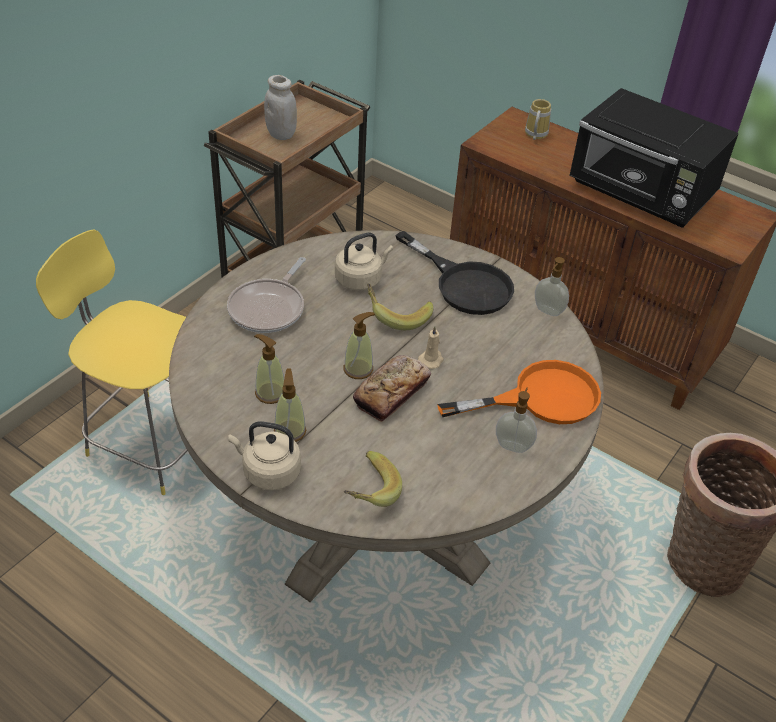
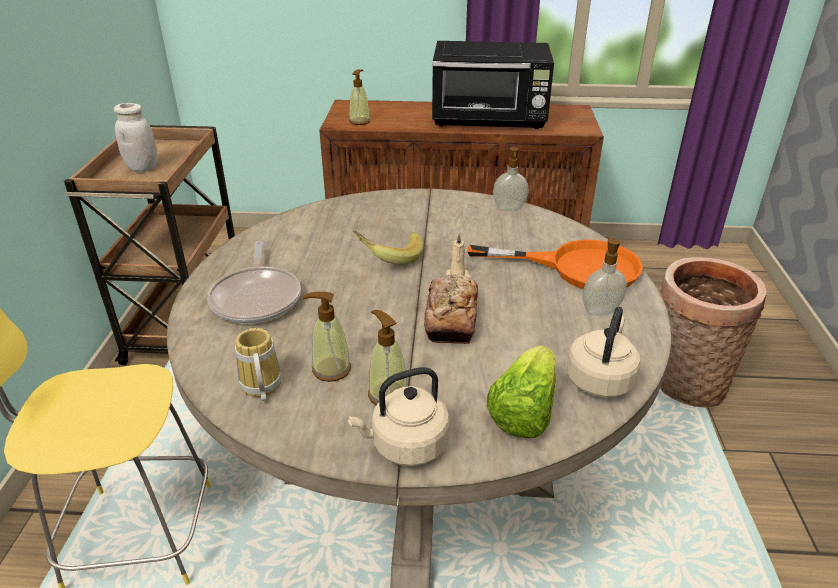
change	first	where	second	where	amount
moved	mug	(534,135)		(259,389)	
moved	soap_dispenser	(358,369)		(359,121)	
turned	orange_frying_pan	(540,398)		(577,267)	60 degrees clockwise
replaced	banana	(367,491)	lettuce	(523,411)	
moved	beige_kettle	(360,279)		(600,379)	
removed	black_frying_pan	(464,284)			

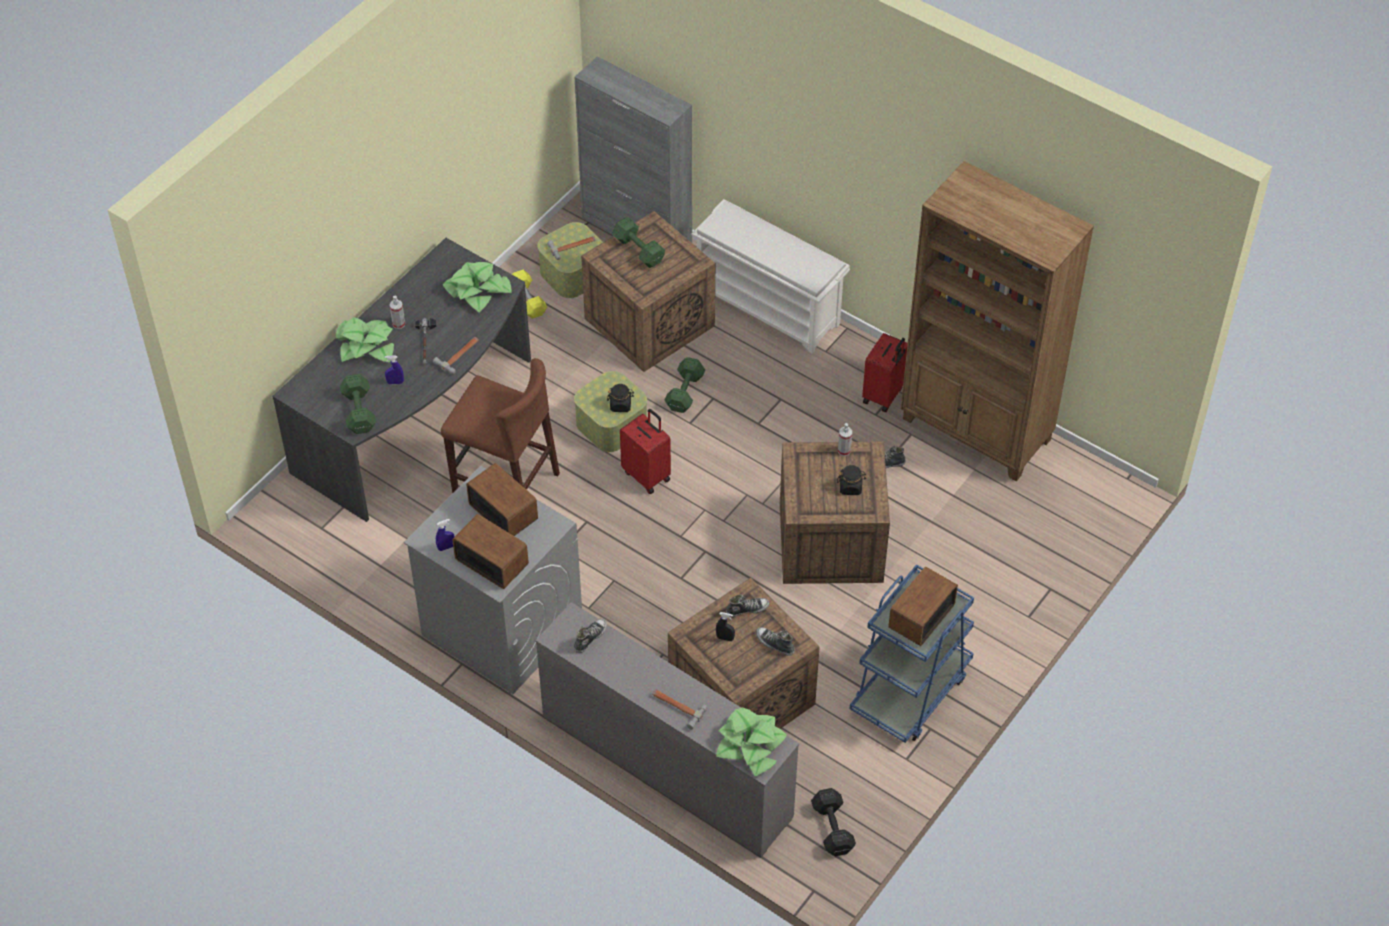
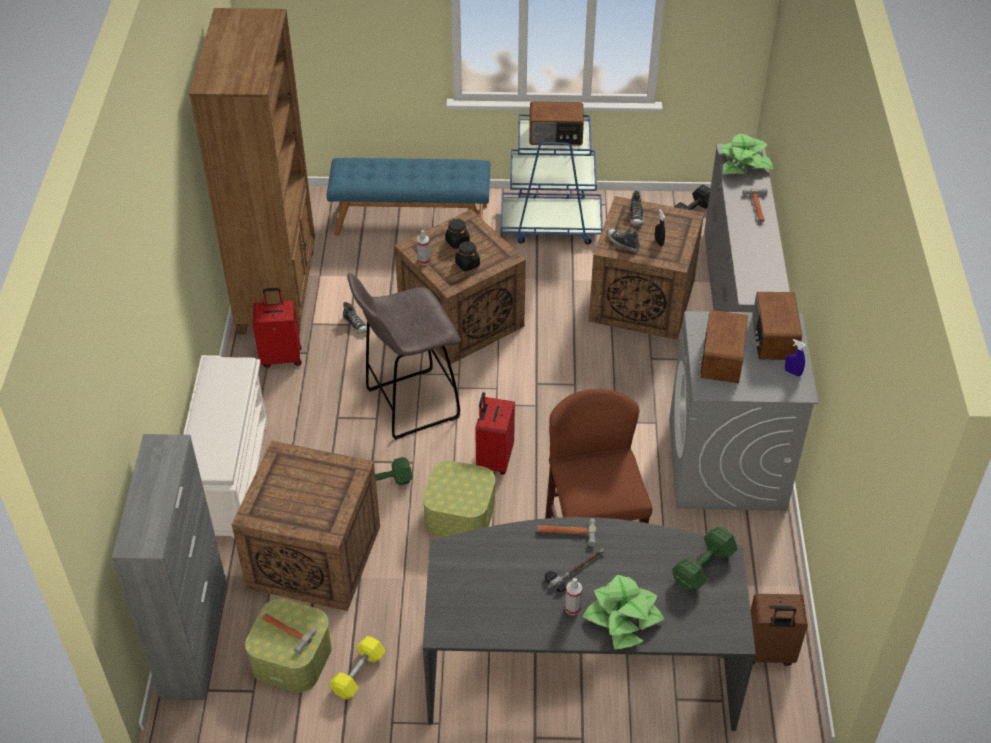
change	first	where	second	where	amount
added			blue_bench	(412,219)	
added			grey_stool	(409,404)	
moved	black_jar	(620,405)		(467,264)	
added			brown_suitcase	(768,653)	
removed	blue_spray_bottle	(395,382)			
removed	potted_plant	(478,291)			
removed	shoe	(590,637)			
removed	green_dumbbell	(638,249)			

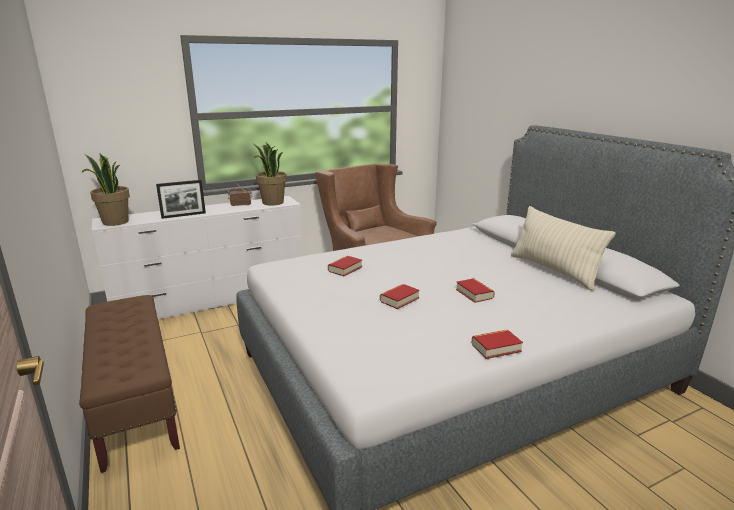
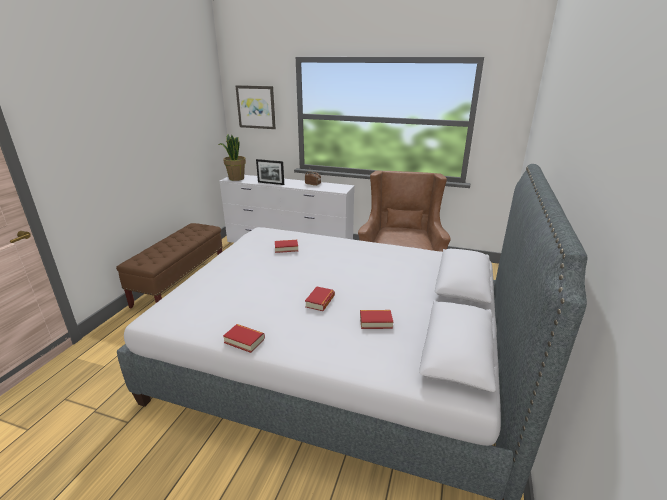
change	first	where	second	where	amount
added			picture	(256,107)	
moved	book	(399,299)		(375,322)	
removed	potted_plant	(272,202)			
removed	beige_pillow	(553,270)			

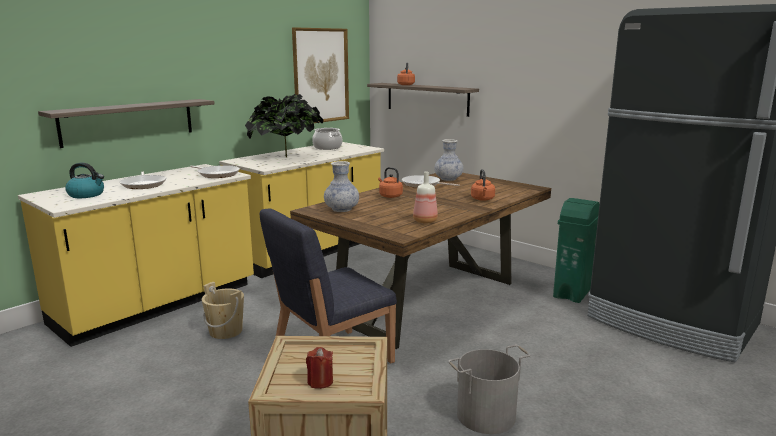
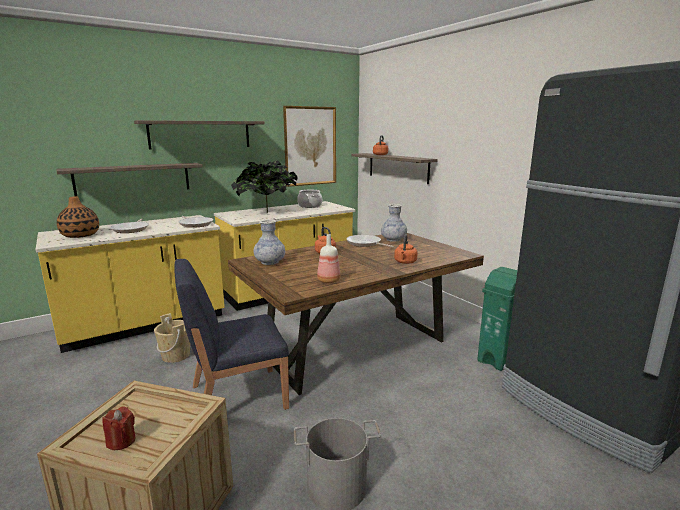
change	first	where	second	where	amount
replaced	kettle	(87,195)	vase	(80,235)	
added			shelf	(200,134)	

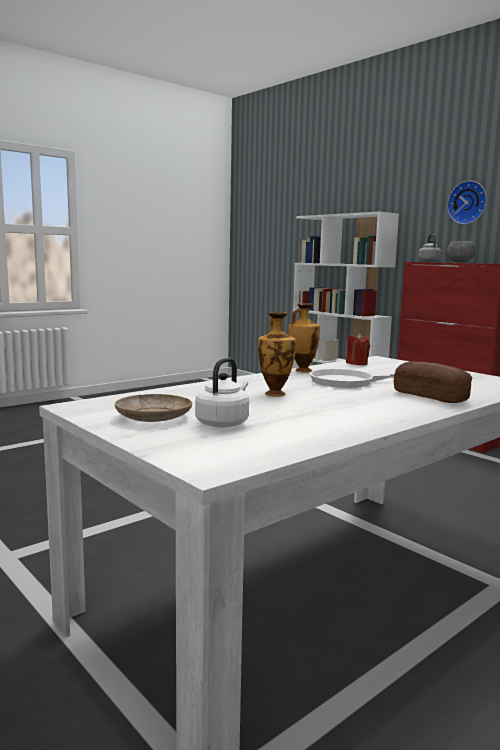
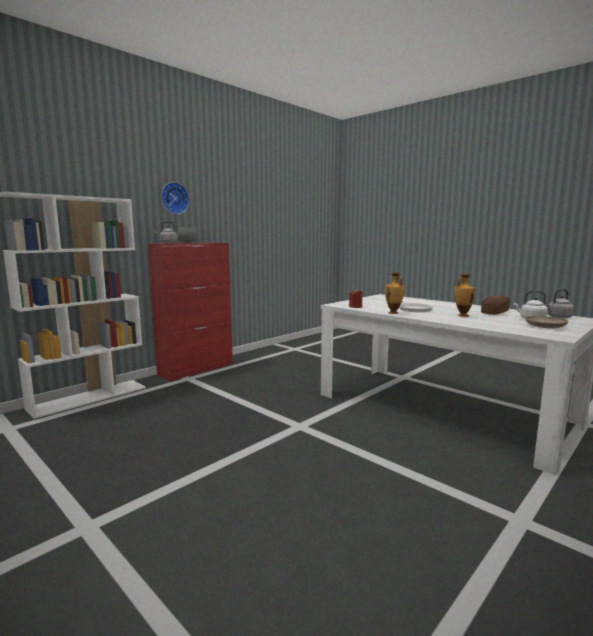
change	first	where	second	where	amount
moved	bread	(430,396)		(495,312)	
added			grey_kettle	(558,317)	

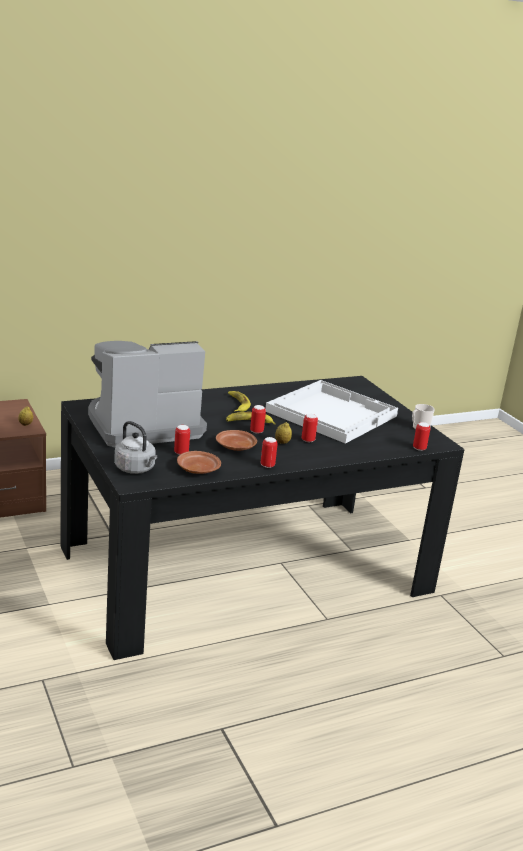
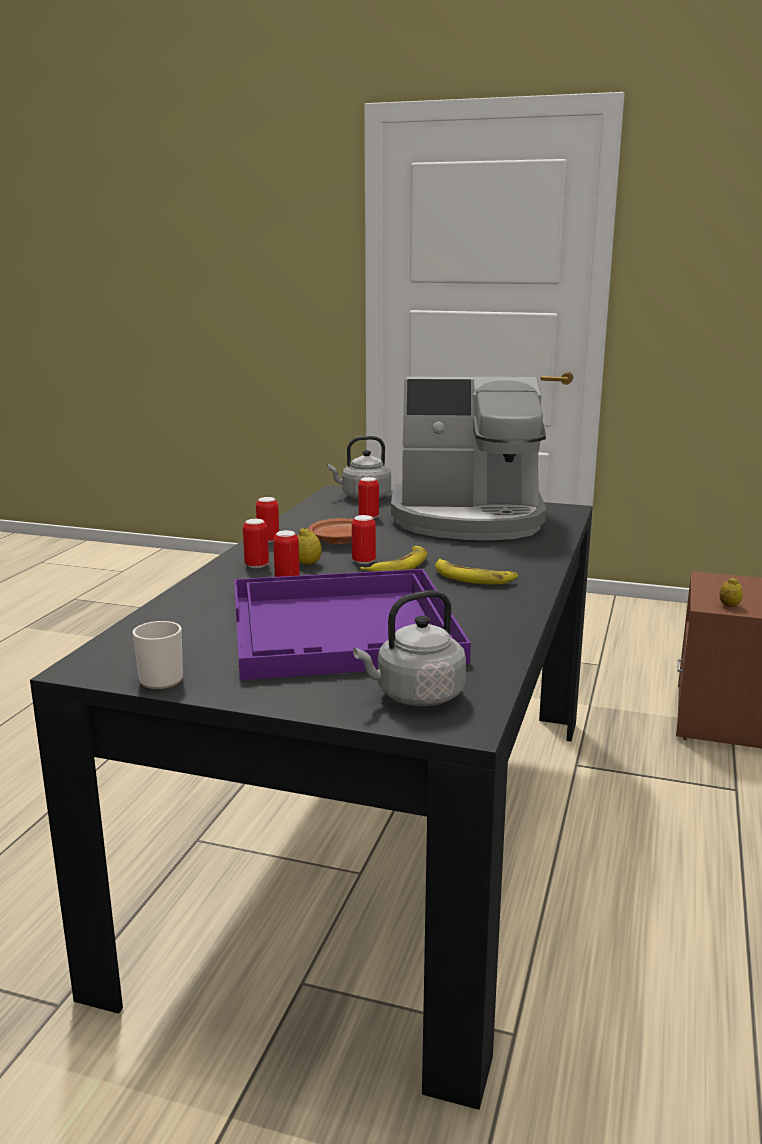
change	first	where	second	where	amount
recoloured	white_tray	(331,413)	purple_tray	(345,628)	
moved	can	(419,448)		(256,565)	
added			grey_kettle	(415,696)	
turned	coffee_machine	(142,425)		(468,519)	75 degrees clockwise
removed	brown_plate	(197,469)			

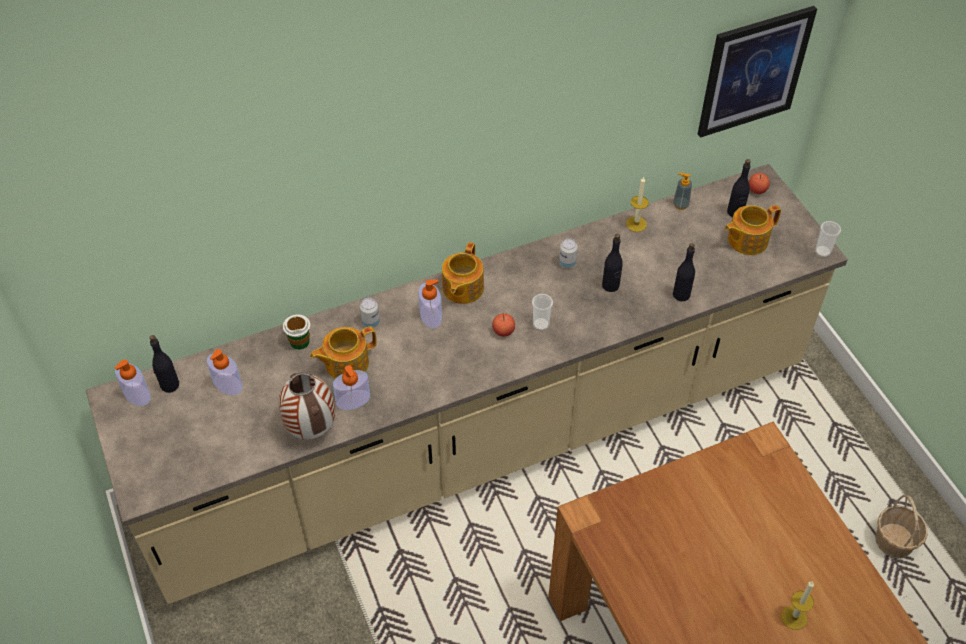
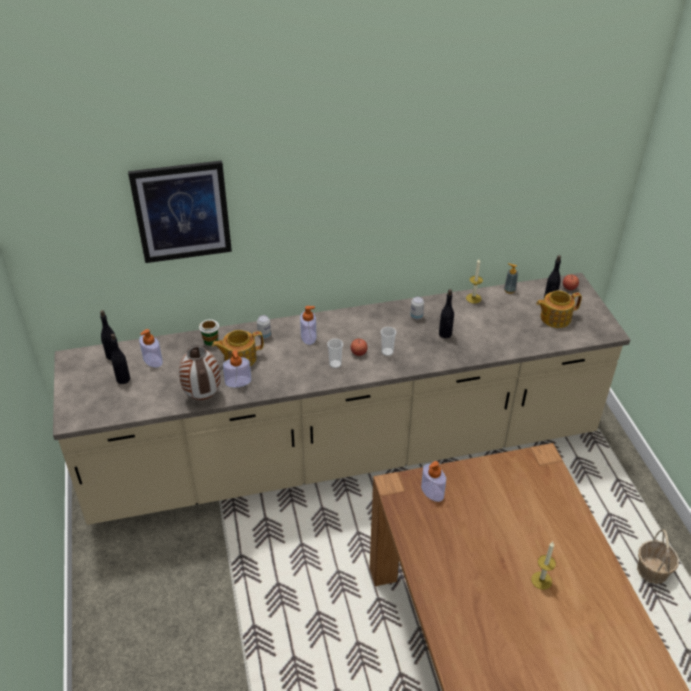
change	first	where	second	where	amount
moved	black_bottle	(681,294)		(123,379)	
moved	picture	(753,71)		(182,212)	
moved	cup	(822,251)		(335,364)	
moved	soap_dispenser	(137,394)		(432,491)	
removed	teapot	(462,288)			

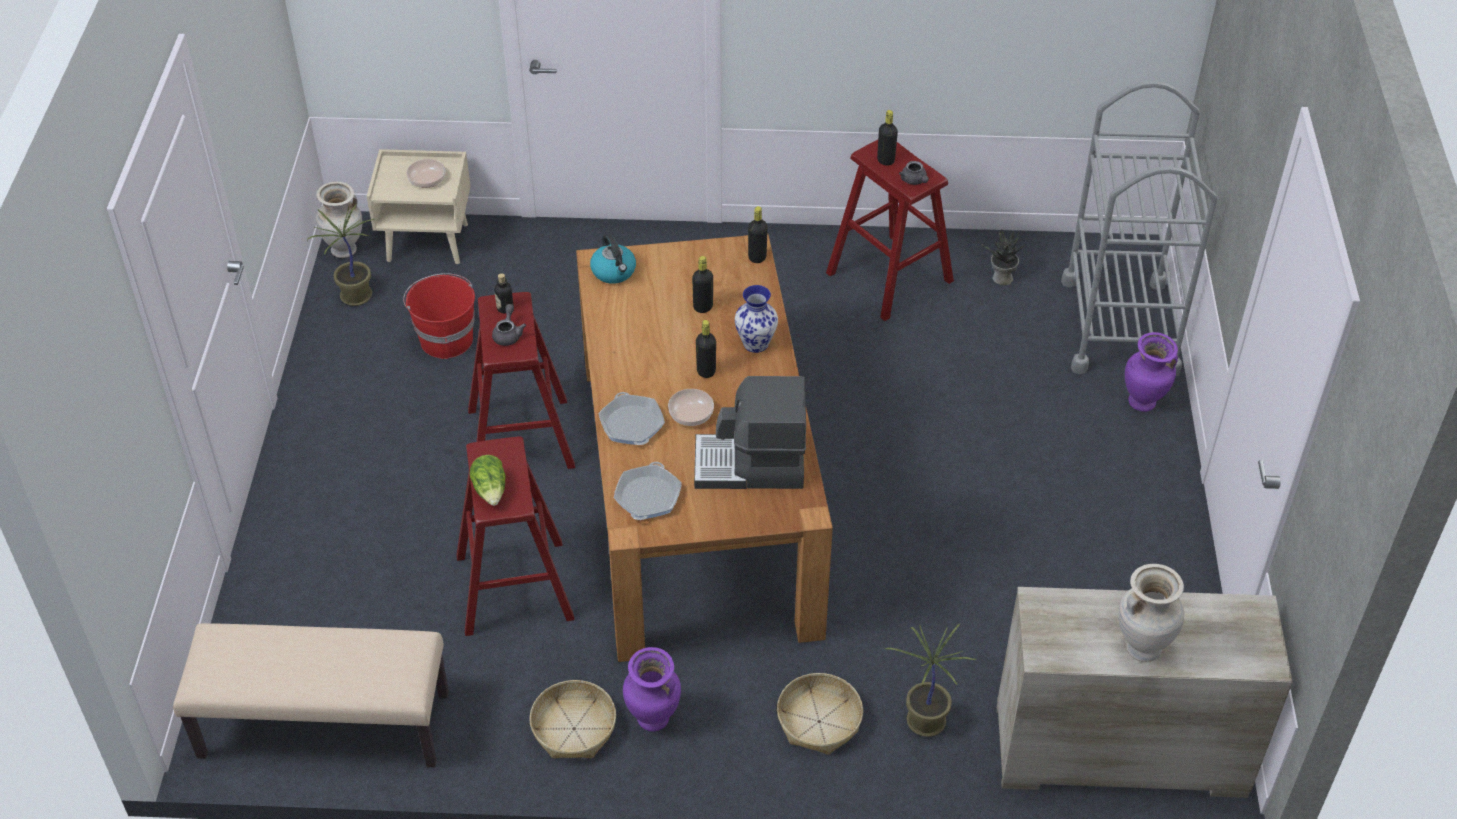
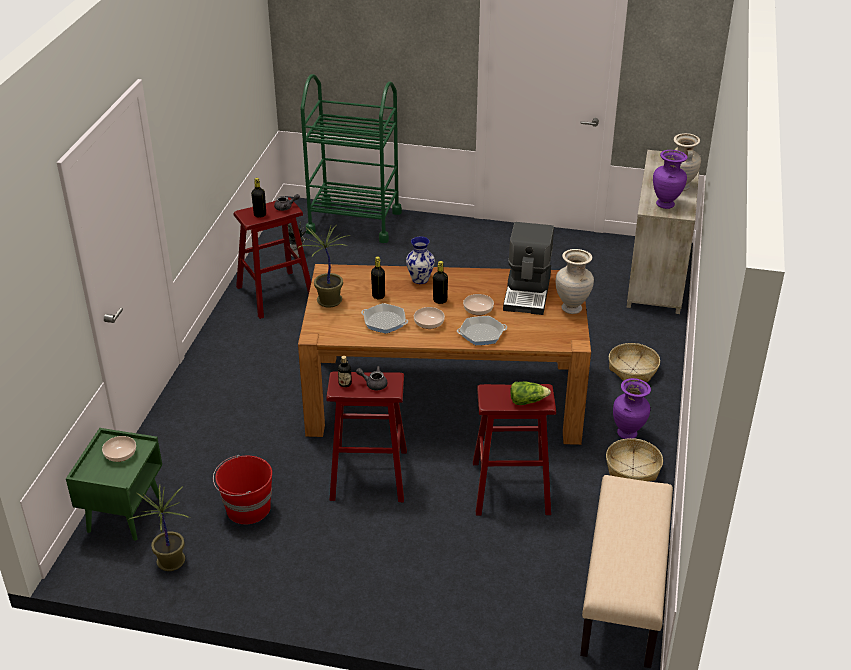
change	first	where	second	where	amount
recoloured	beige_nightstand	(428,242)	green_nightstand	(124,513)	
moved	potted_plant	(924,721)		(328,302)	
recoloured	grey_cart	(1119,326)	green_cart	(354,222)	
moved	frying_pan	(648,497)		(384,322)	
added			bowl	(429,323)	
moved	beige_vase	(345,251)		(572,308)	
moved	purple_vase	(1142,403)		(666,204)	
removed	kettle	(614,272)			
removed	black_bottle	(757,257)			

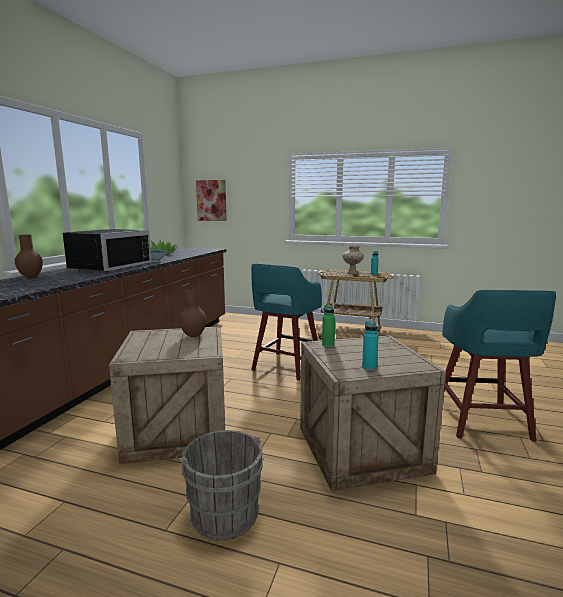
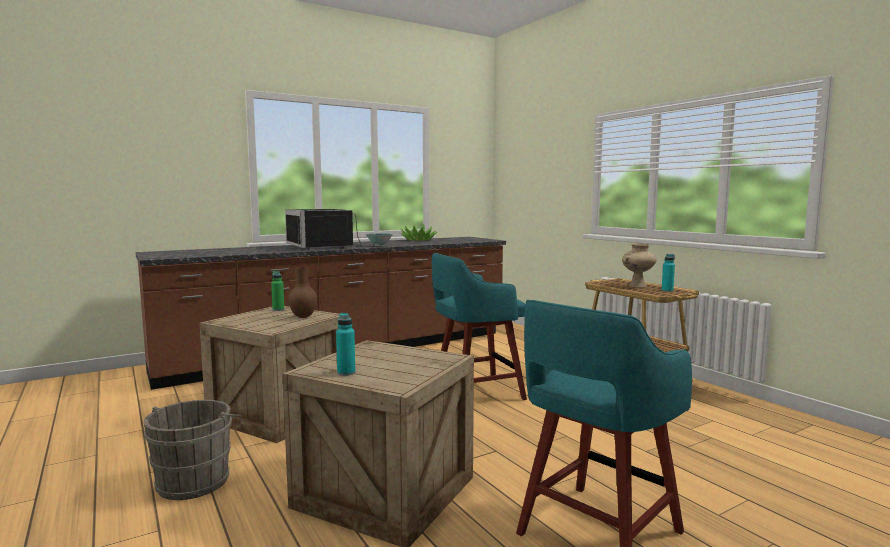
change	first	where	second	where	amount
moved	green_bottle	(328,345)		(278,310)	
turned	black_microwave	(107,267)		(324,246)	90 degrees clockwise
removed	brown_vase	(31,277)			
removed	picture	(211,200)			

